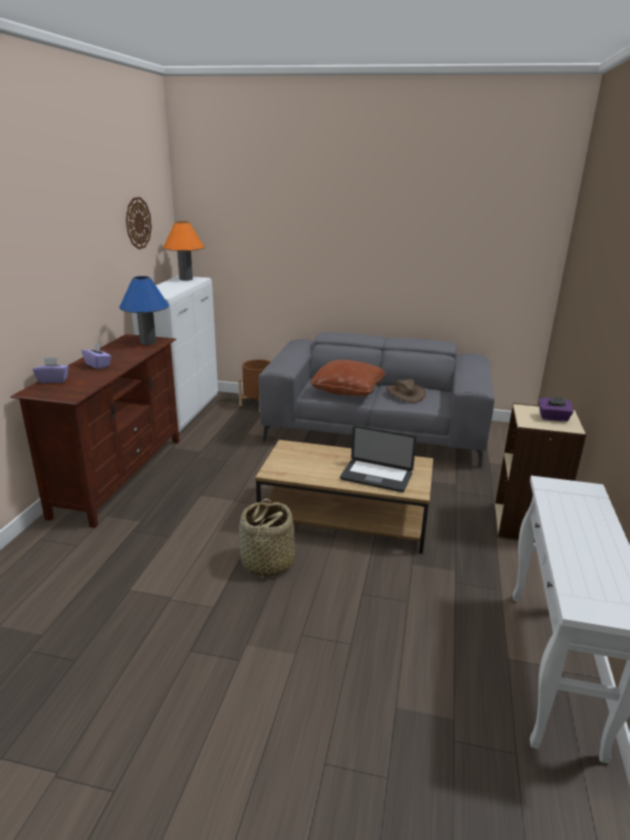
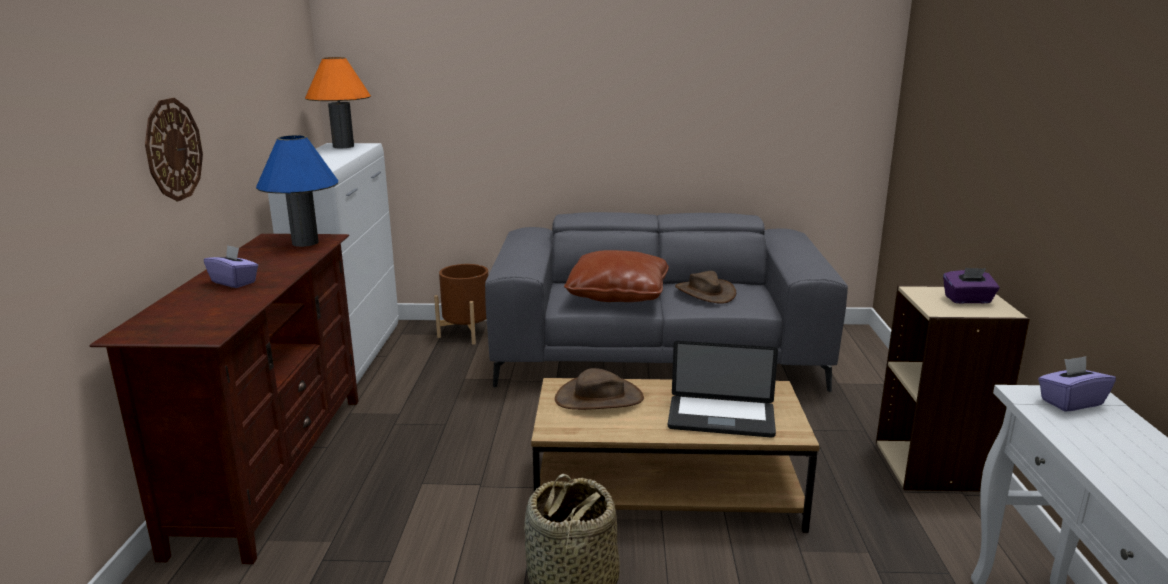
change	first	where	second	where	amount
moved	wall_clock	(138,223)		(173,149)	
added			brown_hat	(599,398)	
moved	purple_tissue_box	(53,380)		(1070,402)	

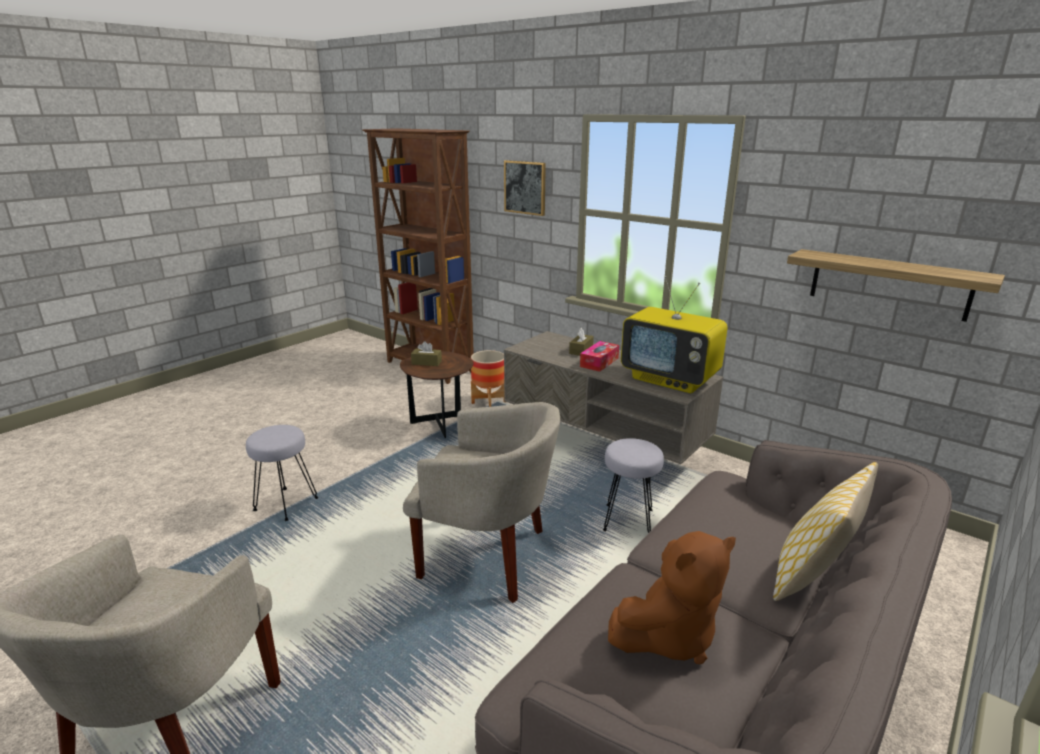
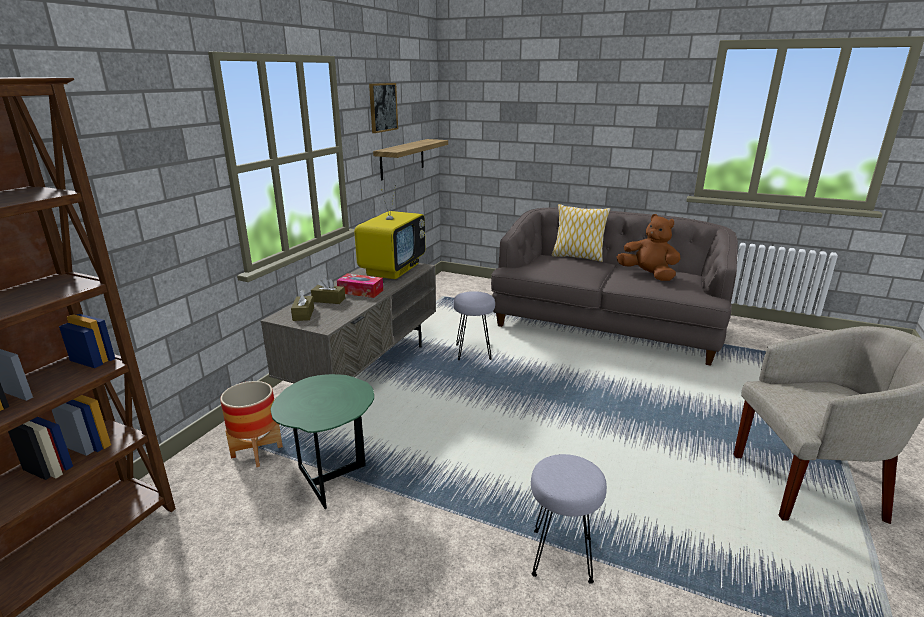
change	first	where	second	where	amount
recoloured	brown_side_table	(440,426)	green_side_table	(332,478)	
moved	brown_tissue_box	(426,362)		(303,314)	
moved	picture	(525,187)		(382,107)	
removed	beige_armchair	(488,556)			

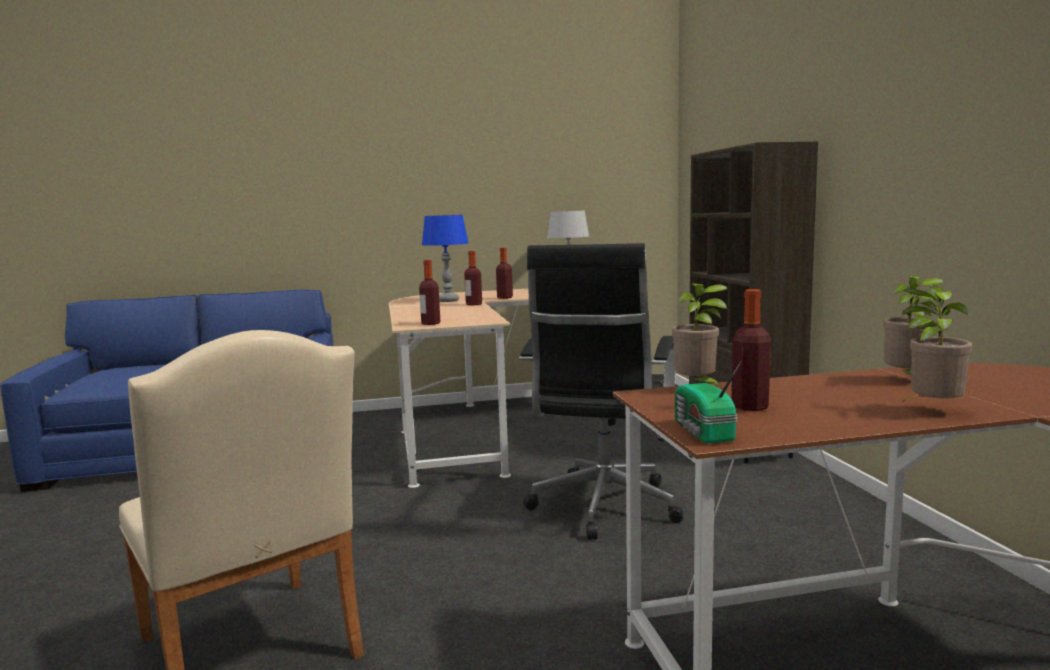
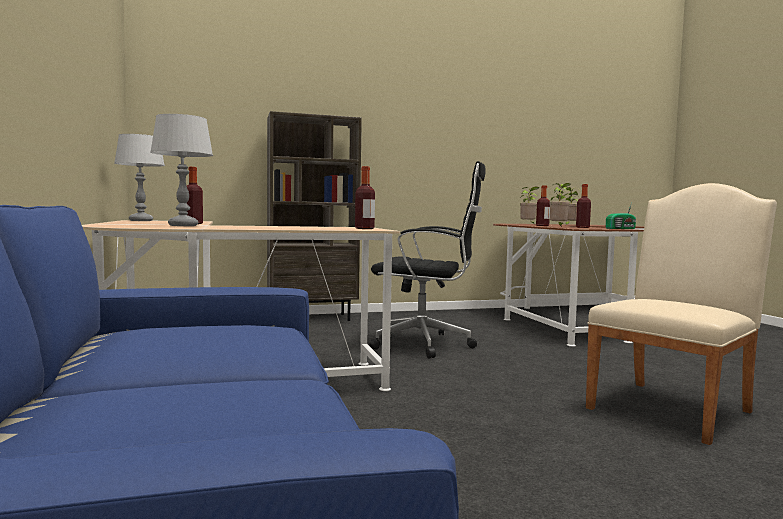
change	first	where	second	where	amount
recoloured	blue_table_lamp	(448,300)	grey_table_lamp	(183,225)	
moved	bottle	(474,304)		(542,225)	

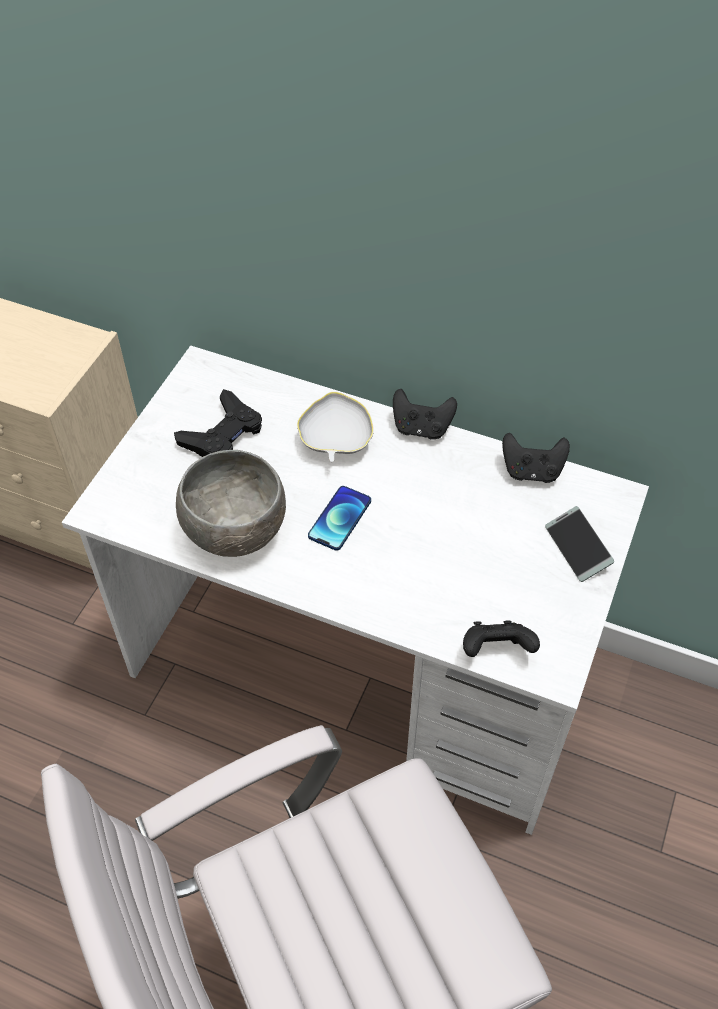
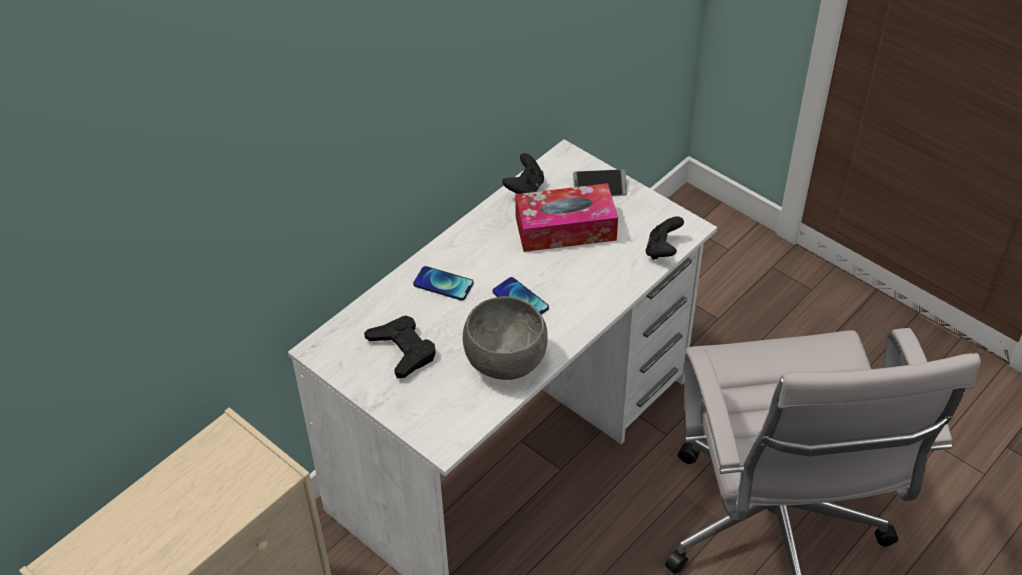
change	first	where	second	where	amount
replaced	white_bowl	(335,440)	phone	(443,284)	
added			tissue_box	(565,228)	
removed	black_game_controller	(421,428)			

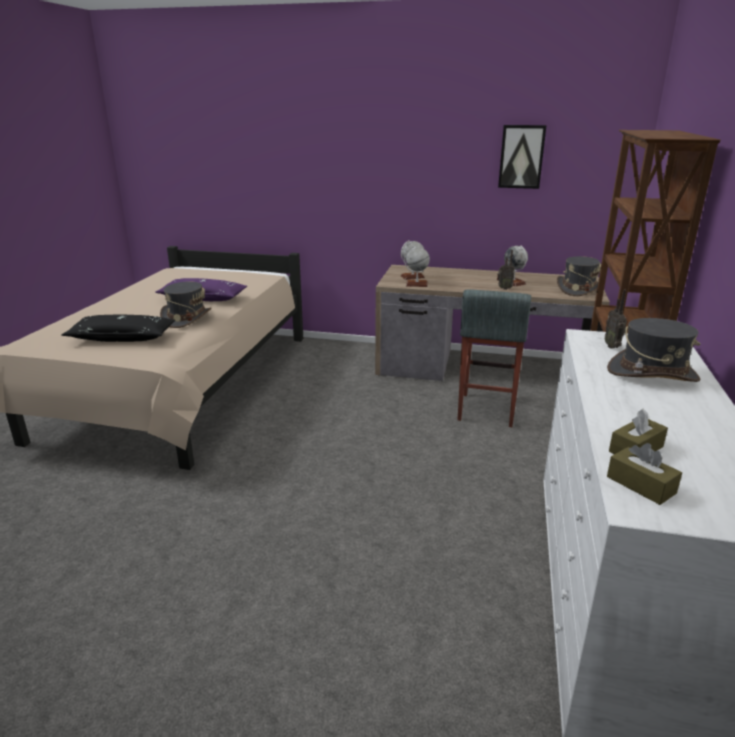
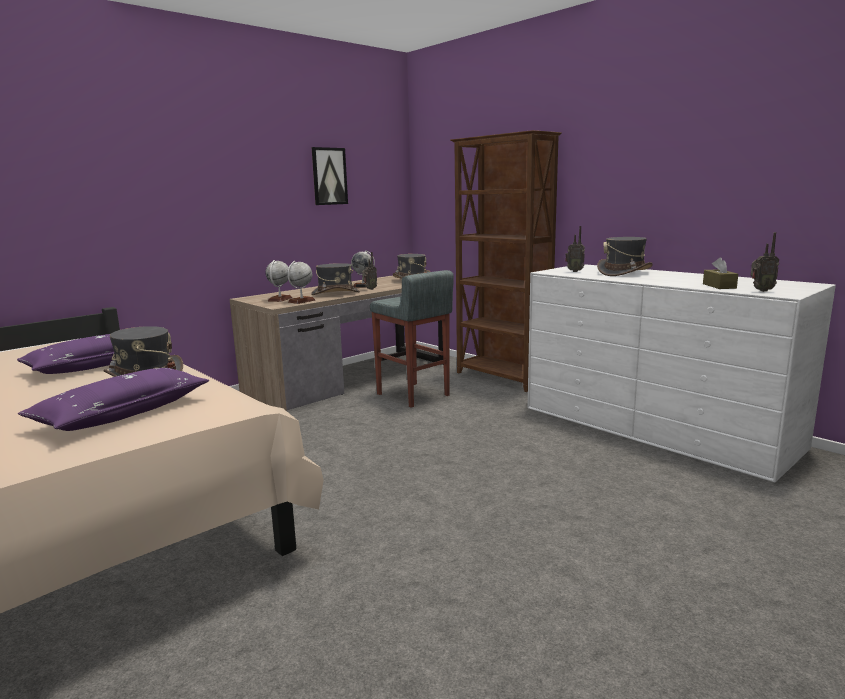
change	first	where	second	where	amount
recoloured	black_pillow	(122,338)	purple_pillow	(123,413)	
added			grey_hat	(335,293)	
replaced	brown_tissue_box	(640,485)	radio	(760,290)	

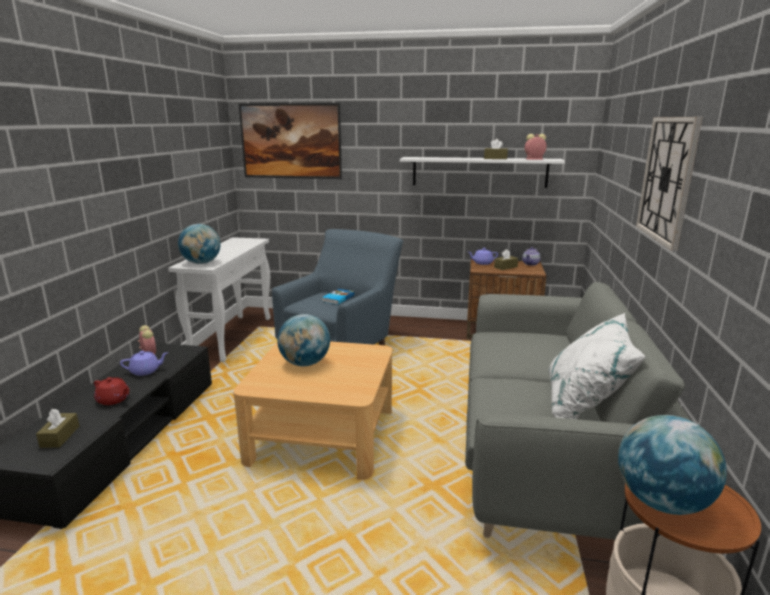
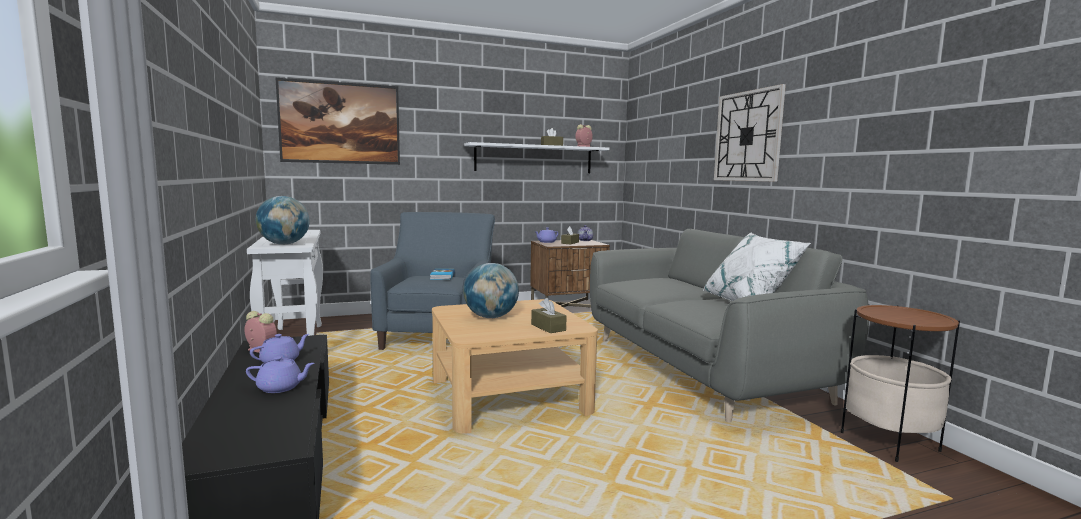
change	first	where	second	where	amount
recoloured	red_teapot	(114,400)	purple_teapot	(281,388)	
moved	brown_tissue_box	(60,436)		(548,327)	
removed	globe	(661,502)			

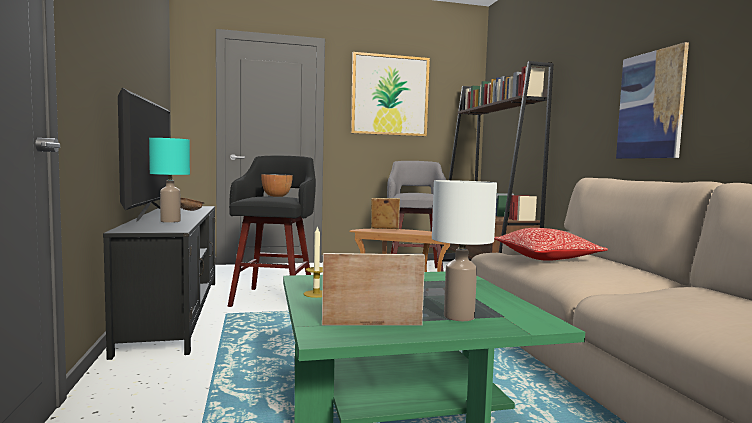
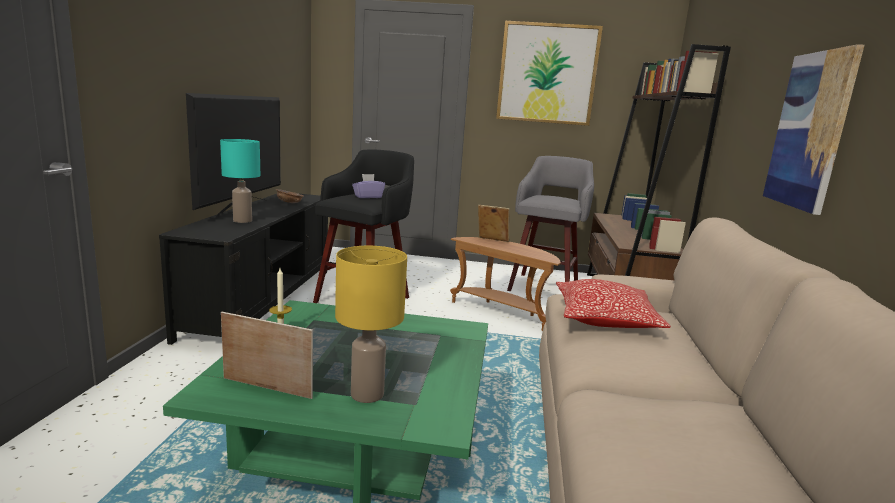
change	first	where	second	where	amount
recoloured	white_table_lamp	(459,317)	yellow_table_lamp	(367,395)	
replaced	bowl	(276,196)	purple_tissue_box	(368,197)	

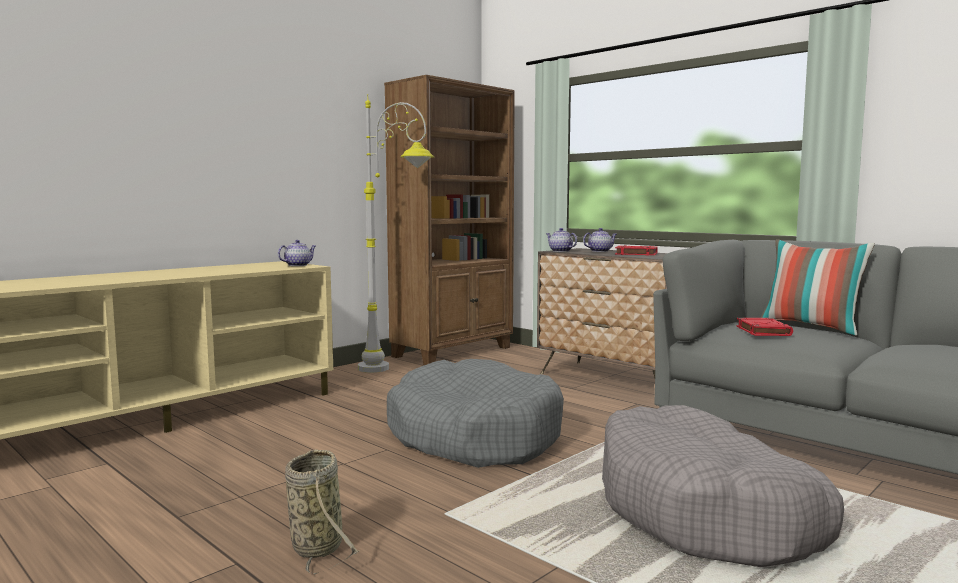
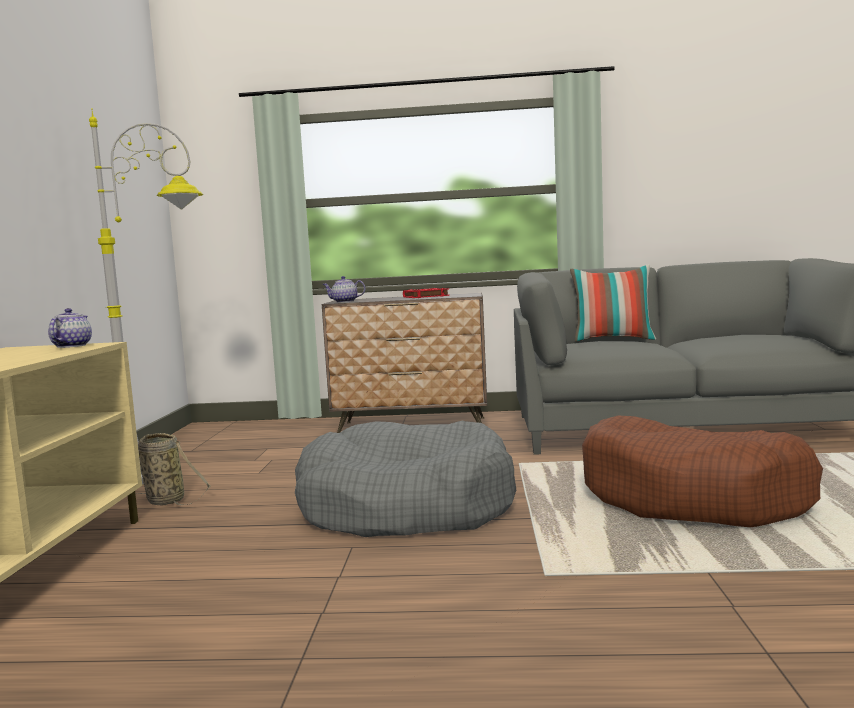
change	first	where	second	where	amount
moved	basket	(317,545)		(163,500)	
recoloured	grey_dog_bed	(706,512)	brown_dog_bed	(692,497)	
removed	brown_bookcase	(454,352)			
removed	teapot	(600,251)			
removed	red_book	(762,331)			

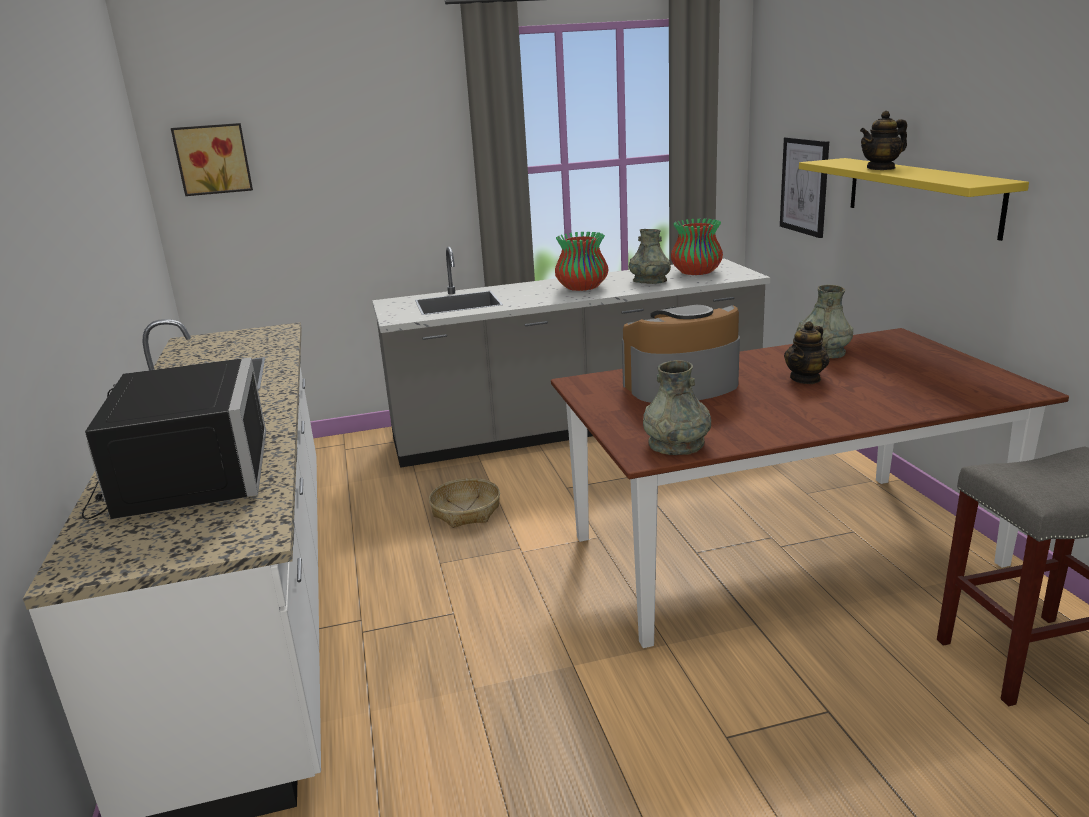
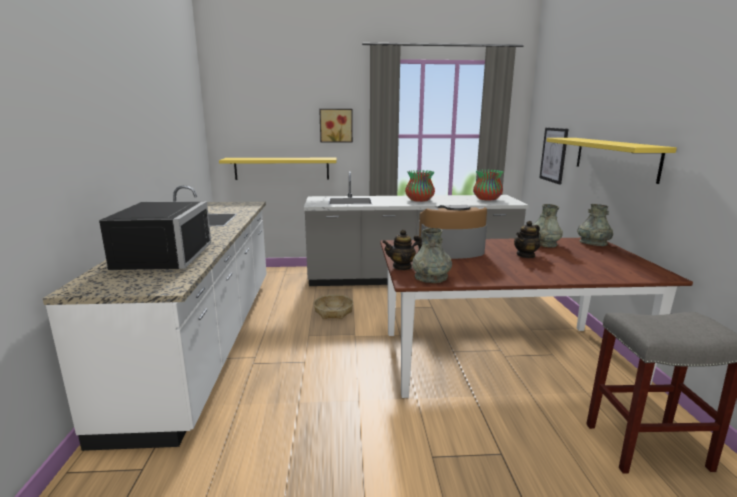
change	first	where	second	where	amount
added			yellow_shelf	(282,168)	
moved	picture	(213,159)		(336,125)	
moved	teapot	(881,168)		(402,267)	
moved	grey_vase	(649,281)		(593,243)	

